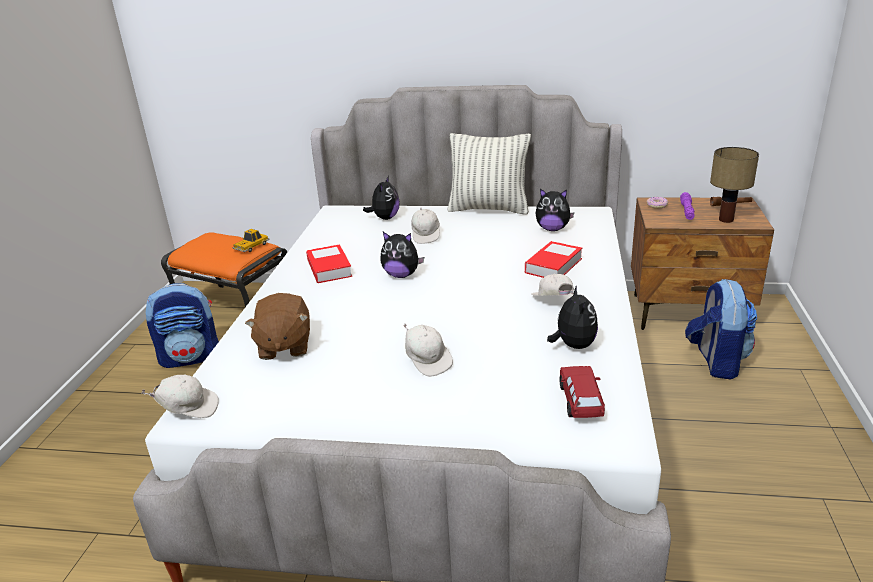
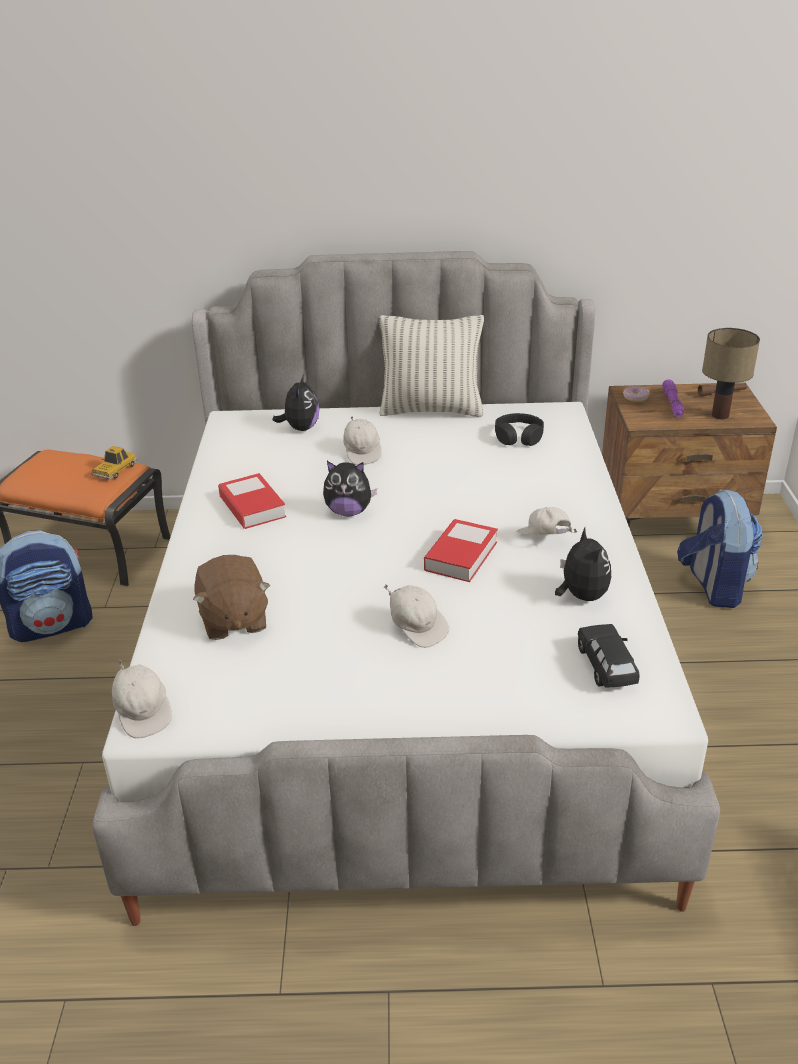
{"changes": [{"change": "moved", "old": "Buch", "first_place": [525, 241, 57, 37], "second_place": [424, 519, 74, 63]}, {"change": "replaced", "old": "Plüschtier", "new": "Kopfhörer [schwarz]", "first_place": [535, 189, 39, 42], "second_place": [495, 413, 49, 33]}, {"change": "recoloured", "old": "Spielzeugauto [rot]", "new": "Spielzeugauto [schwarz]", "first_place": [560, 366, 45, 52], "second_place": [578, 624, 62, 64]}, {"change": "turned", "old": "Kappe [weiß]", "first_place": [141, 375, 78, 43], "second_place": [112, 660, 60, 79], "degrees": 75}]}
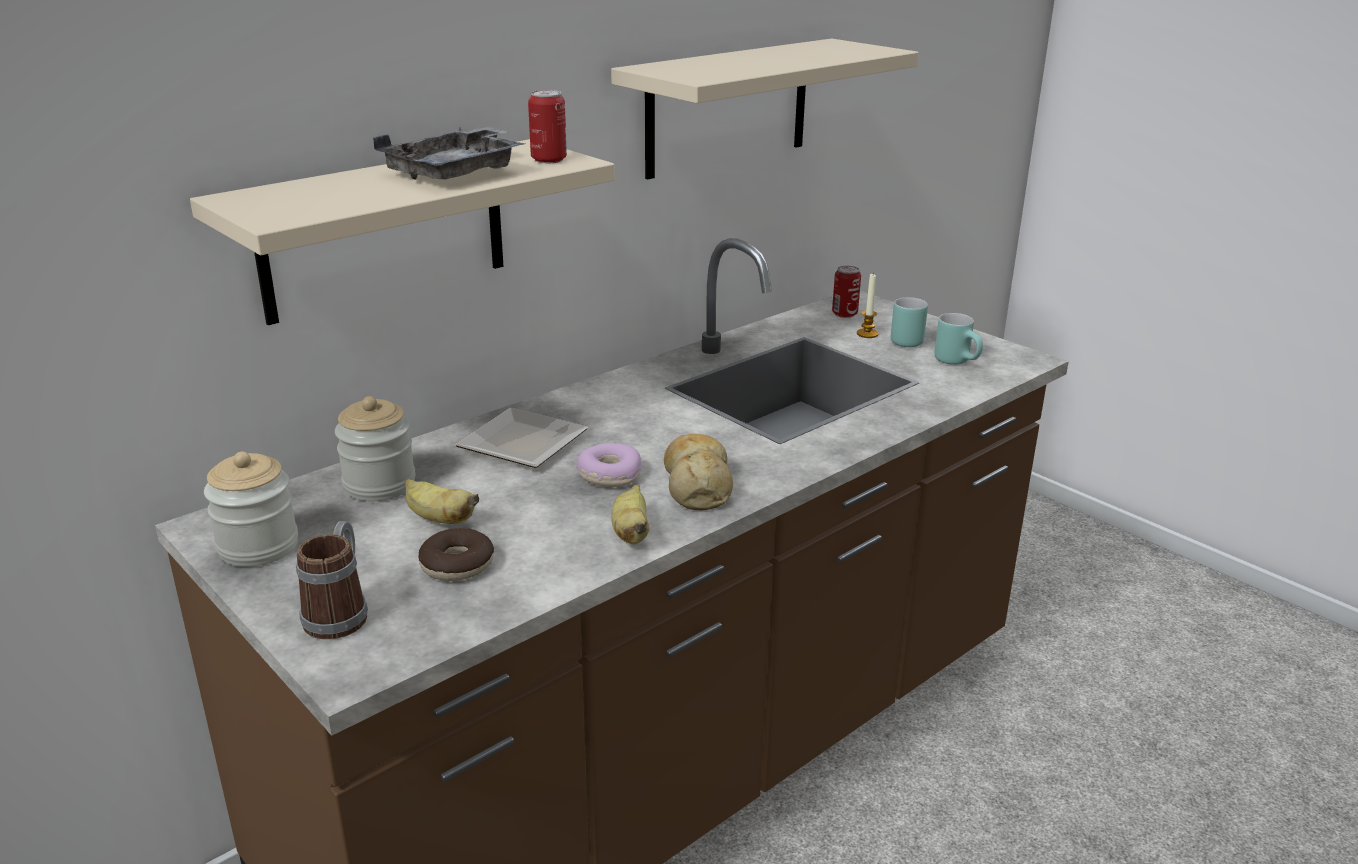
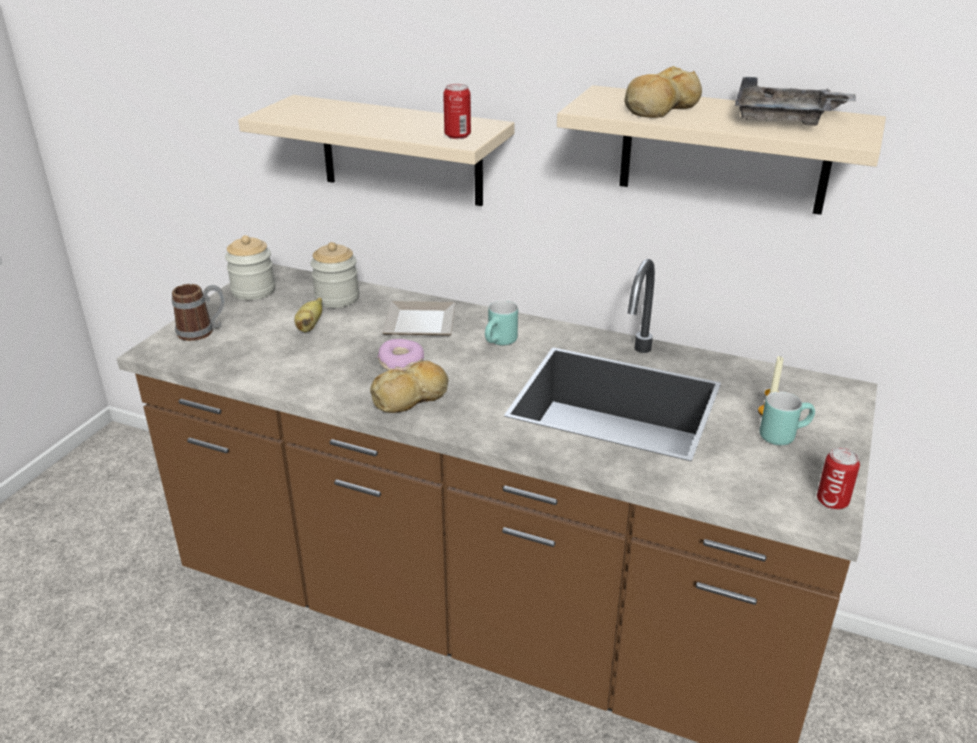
{"changes": [{"change": "removed", "old": "Donut", "first_place": [418, 528, 76, 53]}, {"change": "removed", "old": "Banane", "first_place": [612, 485, 38, 59]}, {"change": "added", "new": "Brot", "second_place": [625, 66, 77, 52]}, {"change": "moved", "old": "Tablett [grau]", "first_place": [373, 127, 152, 53], "second_place": [734, 77, 122, 49]}, {"change": "moved", "old": "Dose", "first_place": [832, 266, 29, 52], "second_place": [817, 448, 43, 62]}, {"change": "moved", "old": "Henkelbecher [türkis]", "first_place": [934, 313, 49, 52], "second_place": [485, 300, 33, 46]}]}
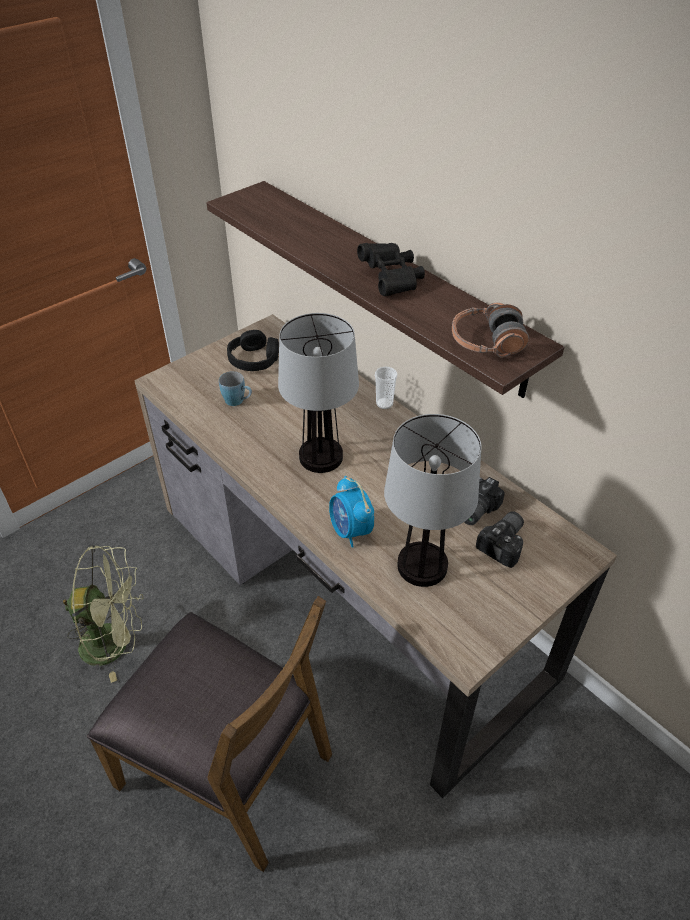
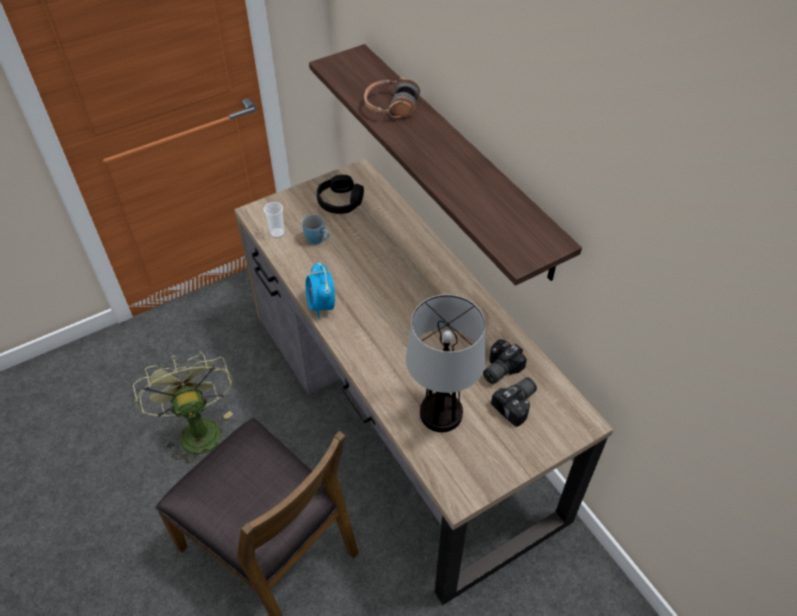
{"changes": [{"change": "removed", "old": "Tischlampe", "first_place": [278, 313, 81, 160]}, {"change": "removed", "old": "Fernglas [schwarz]", "first_place": [357, 243, 68, 53]}, {"change": "moved", "old": "Wecker", "first_place": [329, 476, 45, 72], "second_place": [306, 261, 29, 58]}, {"change": "moved", "old": "Tasse", "first_place": [375, 367, 23, 42], "second_place": [263, 202, 22, 36]}, {"change": "moved", "old": "Kopfhörer", "first_place": [452, 303, 77, 54], "second_place": [364, 78, 56, 40]}, {"change": "turned", "old": "Ventilator [grün]", "first_place": [63, 545, 81, 138], "second_place": [133, 351, 100, 116], "degrees": -120}]}
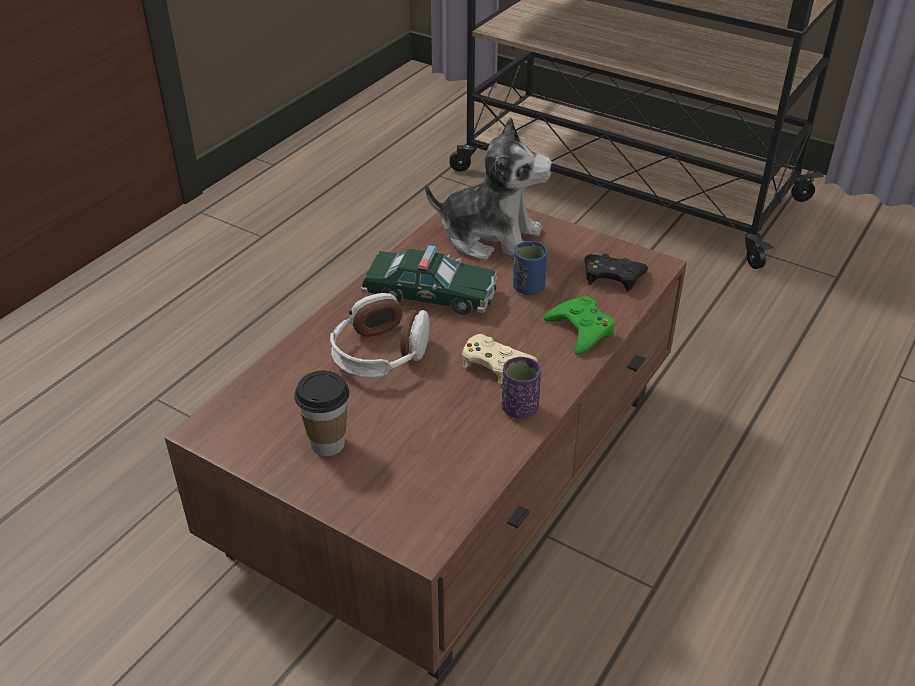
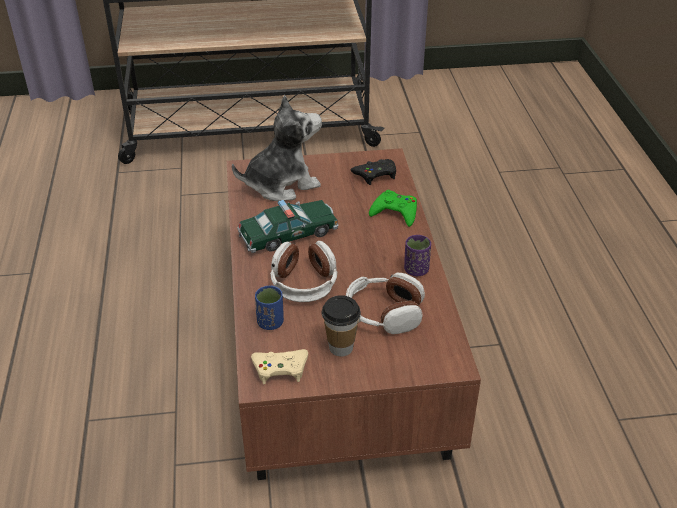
{"changes": [{"change": "added", "new": "Kopfhörer", "second_place": [346, 273, 79, 61]}, {"change": "moved", "old": "Gamepad [beige]", "first_place": [462, 334, 75, 50], "second_place": [251, 349, 57, 35]}, {"change": "moved", "old": "Tasse [blau]", "first_place": [513, 241, 34, 54], "second_place": [255, 286, 29, 44]}]}
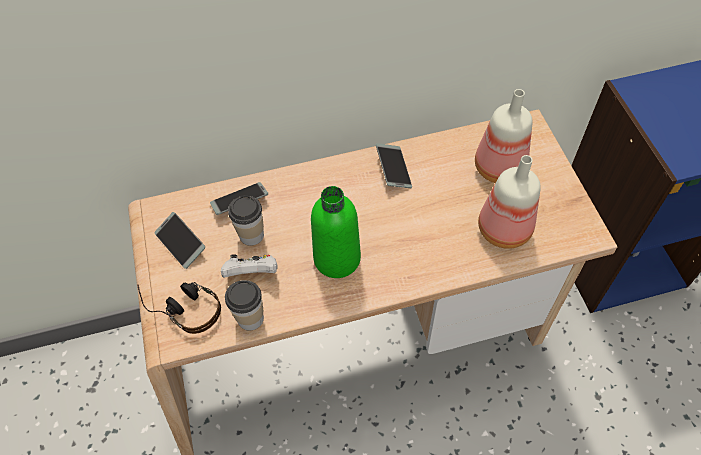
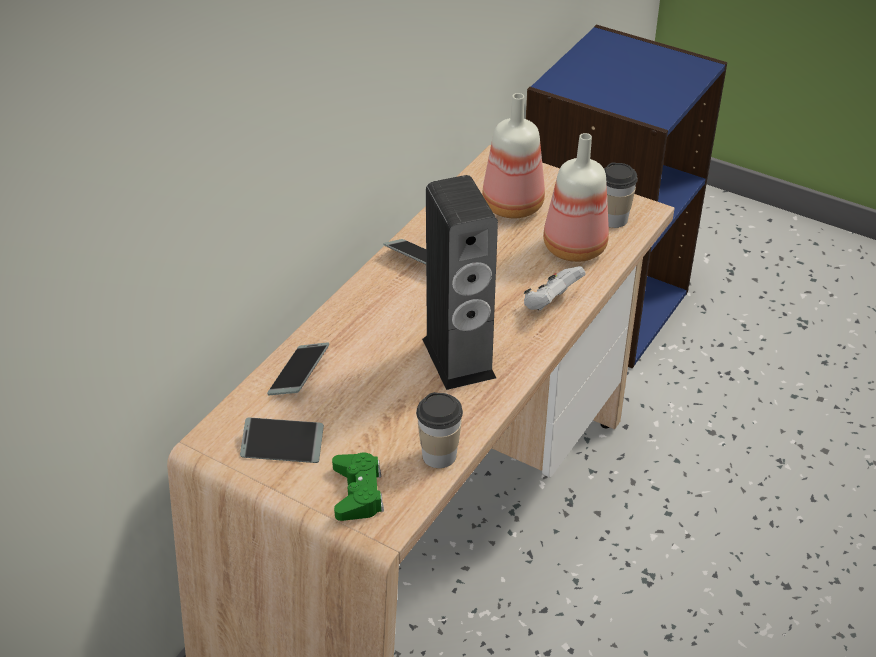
{"changes": [{"change": "moved", "old": "Gamepad [weiß]", "first_place": [221, 254, 57, 24], "second_place": [524, 266, 62, 45]}, {"change": "moved", "old": "Tasse", "first_place": [228, 195, 36, 51], "second_place": [604, 162, 34, 66]}, {"change": "replaced", "old": "Kopfhörer", "new": "Gamepad [grün]", "first_place": [137, 282, 84, 52], "second_place": [332, 453, 52, 68]}, {"change": "replaced", "old": "Flasche [grün]", "new": "Lautsprecher", "first_place": [311, 186, 50, 92], "second_place": [422, 175, 76, 215]}]}
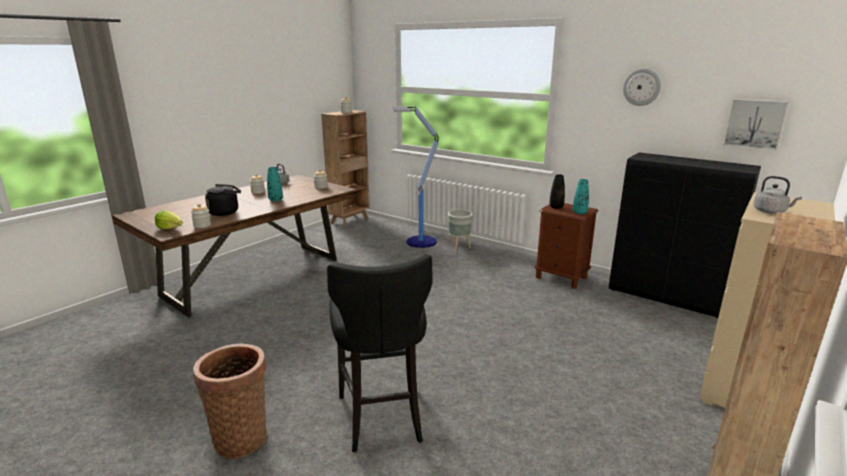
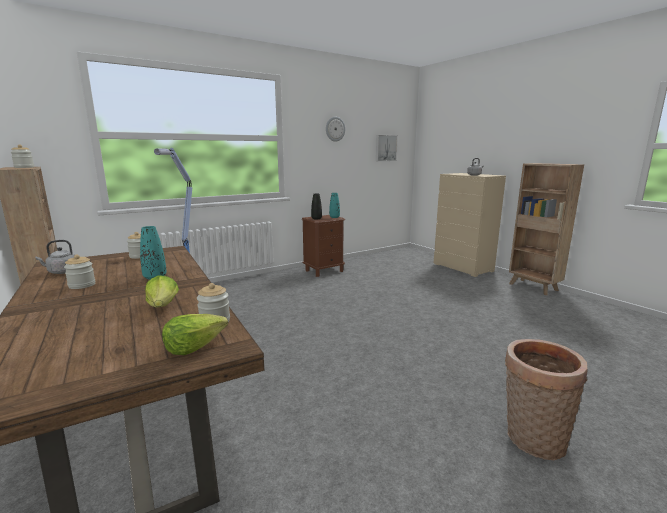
{"changes": [{"change": "removed", "old": "Hocker [schwarz]", "first_place": [327, 254, 106, 198]}, {"change": "removed", "old": "Pflanzkübel [grau]", "first_place": [448, 210, 25, 42]}, {"change": "removed", "old": "Schrank [schwarz]", "first_place": [609, 153, 152, 165]}, {"change": "replaced", "old": "Wasserkessel [schwarz]", "new": "Salatkopf", "first_place": [205, 184, 36, 32], "second_place": [145, 275, 34, 33]}]}
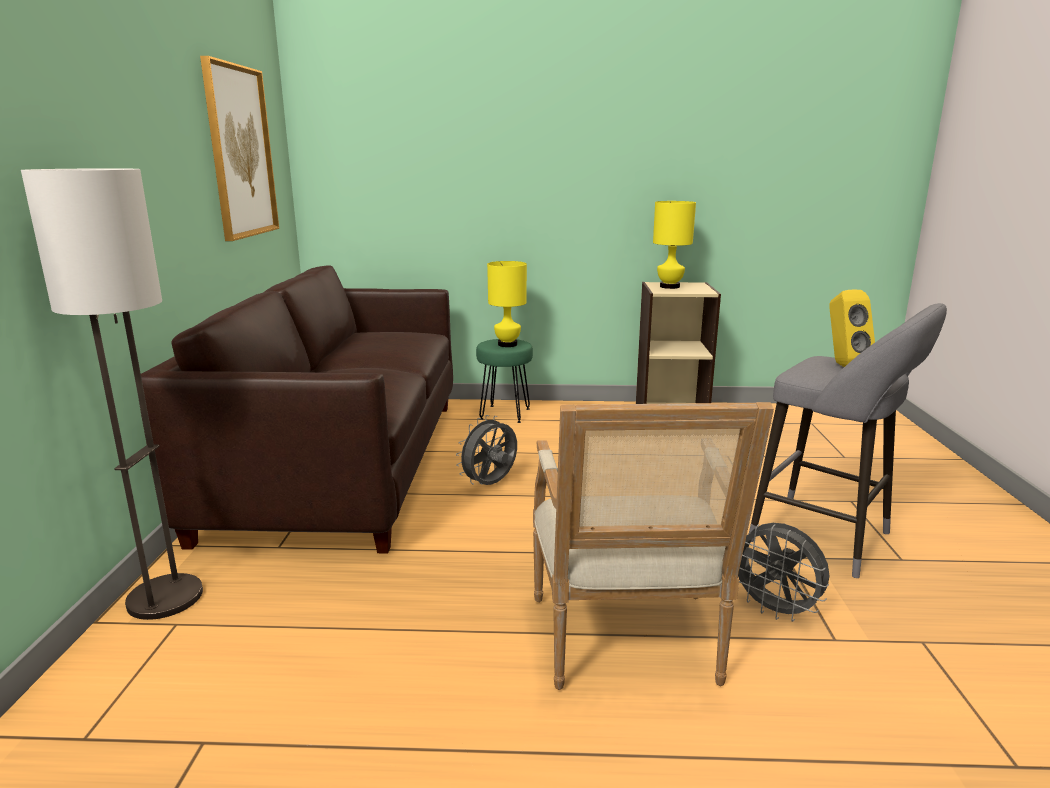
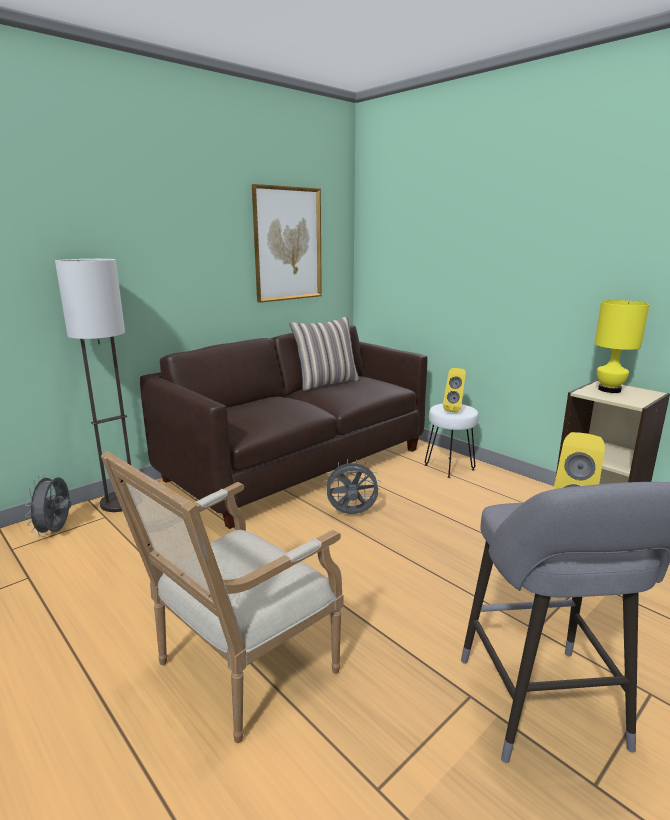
{"changes": [{"change": "added", "new": "Kissen", "second_place": [289, 316, 71, 75]}, {"change": "moved", "old": "Ventilator [grau]", "first_place": [738, 523, 91, 99], "second_place": [25, 474, 46, 63]}, {"change": "replaced", "old": "Tischlampe [gelb]", "new": "Lautsprecher [gelb]", "first_place": [487, 261, 40, 86], "second_place": [443, 368, 23, 45]}, {"change": "recoloured", "old": "Hocker [grün]", "new": "Hocker [weiß]", "first_place": [476, 339, 57, 84], "second_place": [425, 404, 54, 74]}]}
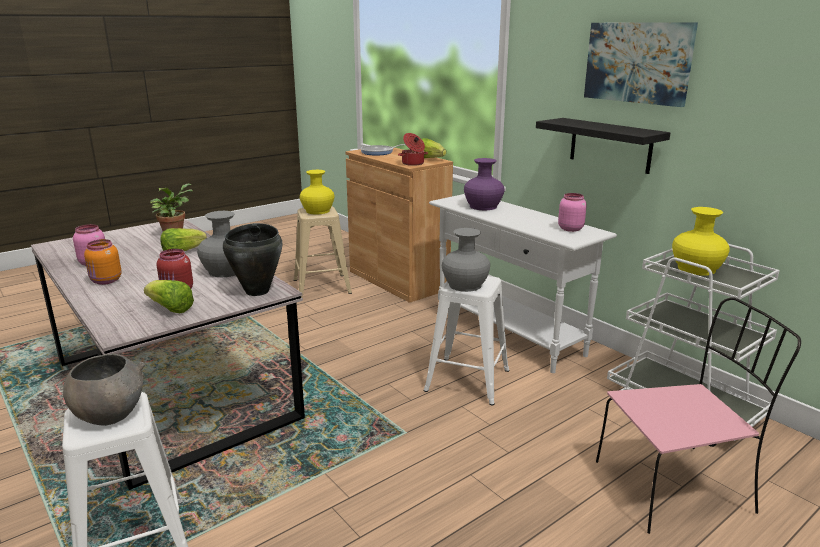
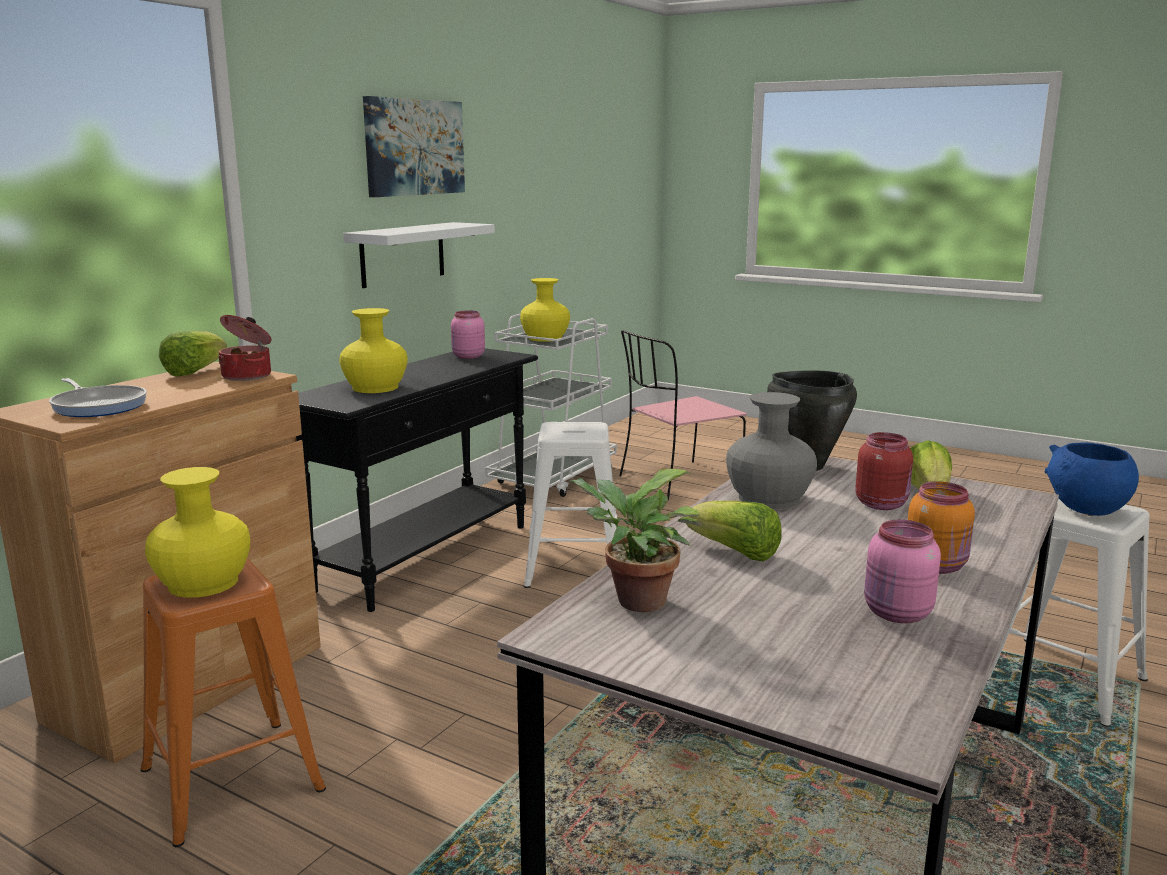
{"changes": [{"change": "removed", "old": "Vase [grau]", "first_place": [442, 228, 48, 64]}, {"change": "recoloured", "old": "Schüssel [grau]", "new": "Schüssel [blau]", "first_place": [63, 353, 82, 73], "second_place": [1045, 442, 94, 74]}, {"change": "recoloured", "old": "Hocker [beige]", "new": "Hocker [orange]", "first_place": [294, 206, 58, 92], "second_place": [141, 558, 185, 289]}, {"change": "recoloured", "old": "Konsolentisch [weiß]", "new": "Konsolentisch [schwarz]", "first_place": [429, 194, 188, 179], "second_place": [296, 348, 242, 264]}, {"change": "recoloured", "old": "Vase [lila]", "new": "Vase [gelb]", "first_place": [464, 158, 40, 52], "second_place": [339, 308, 69, 85]}, {"change": "recoloured", "old": "Wandregal [schwarz]", "new": "Wandregal [weiß]", "first_place": [536, 118, 134, 56], "second_place": [343, 222, 152, 66]}, {"change": "turned", "old": "Stuhl [rosa]", "first_place": [596, 297, 205, 237], "second_place": [619, 330, 128, 170], "degrees": -90}]}
